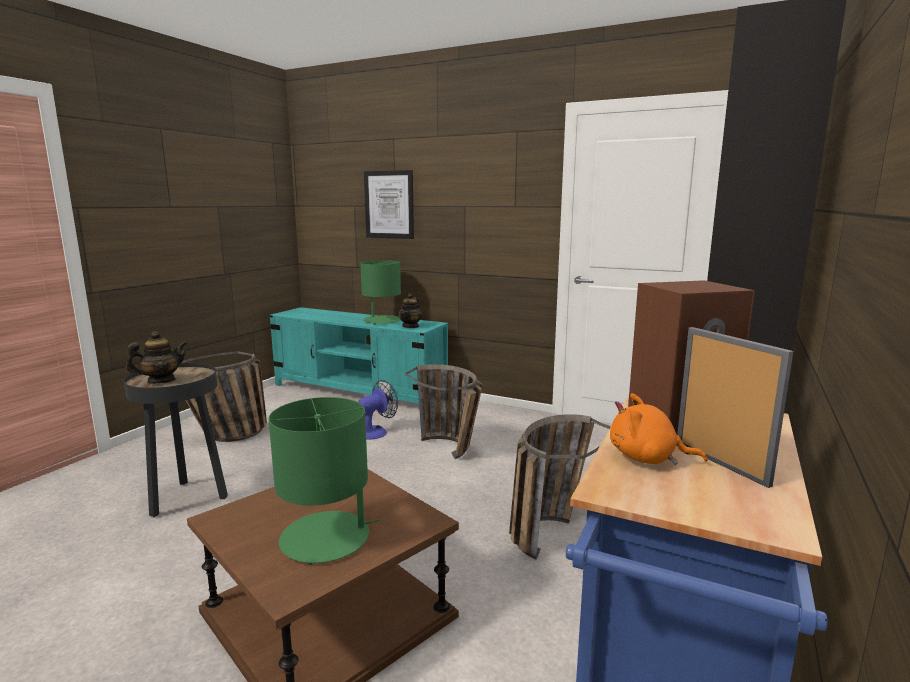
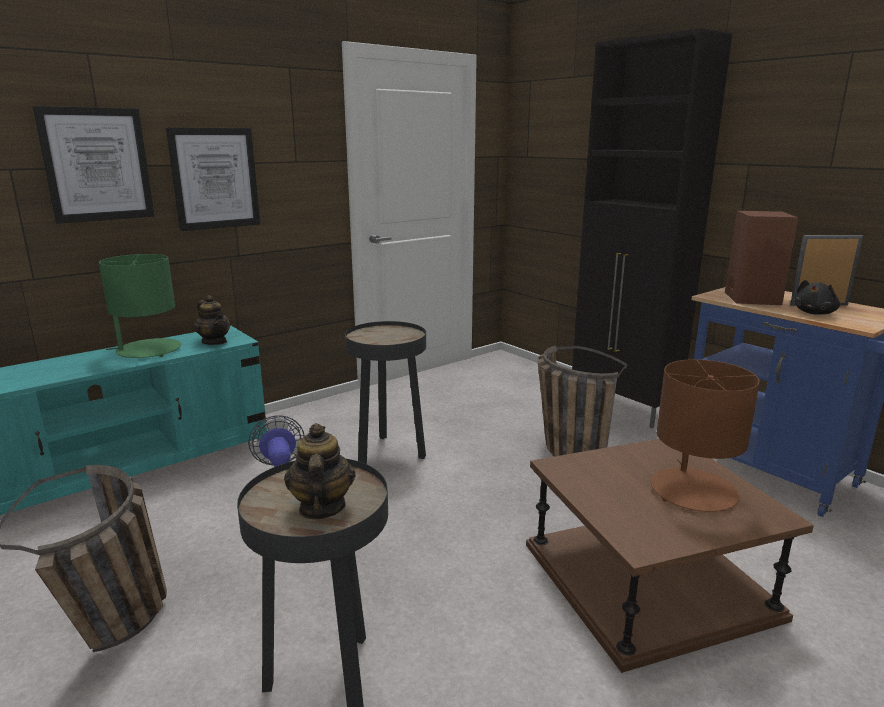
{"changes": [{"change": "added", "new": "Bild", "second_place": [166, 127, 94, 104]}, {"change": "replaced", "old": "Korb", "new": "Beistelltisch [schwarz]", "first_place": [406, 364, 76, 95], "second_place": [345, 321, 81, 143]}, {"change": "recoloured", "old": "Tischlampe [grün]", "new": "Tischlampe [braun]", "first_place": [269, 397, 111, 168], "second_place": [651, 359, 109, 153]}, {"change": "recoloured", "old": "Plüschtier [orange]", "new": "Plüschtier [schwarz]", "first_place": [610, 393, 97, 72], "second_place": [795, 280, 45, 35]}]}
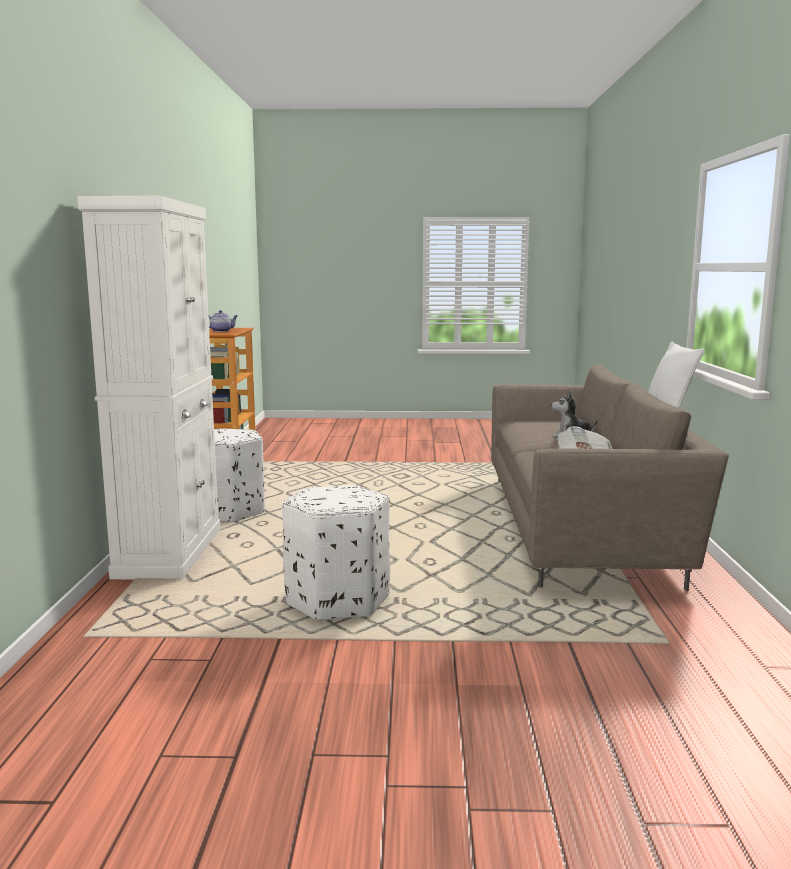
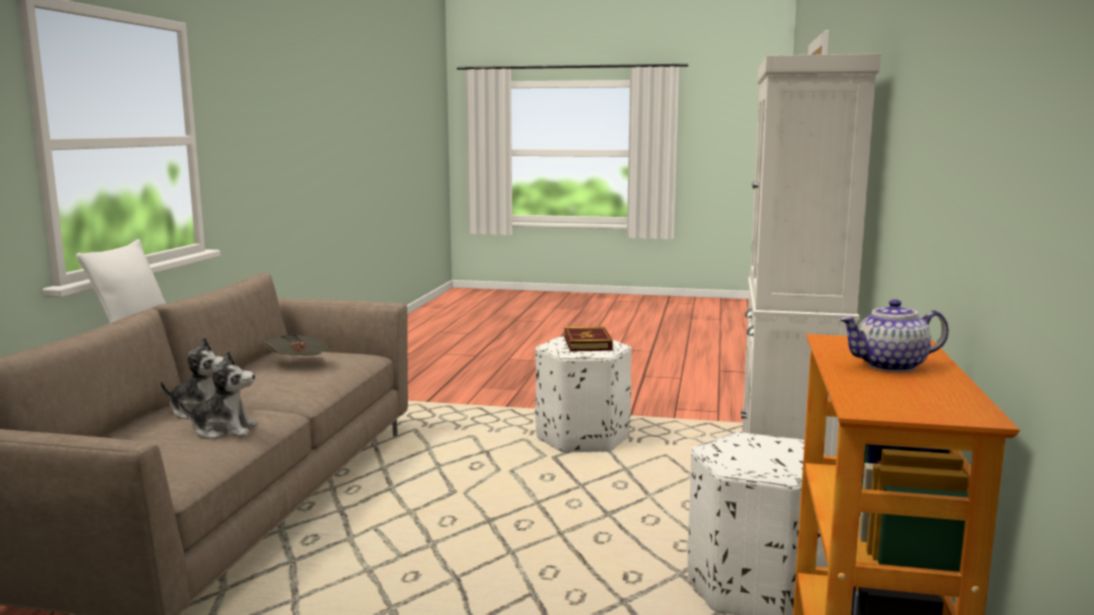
{"changes": [{"change": "added", "new": "Plüschtier", "second_place": [179, 351, 79, 88]}, {"change": "added", "new": "Buch", "second_place": [564, 327, 49, 25]}]}
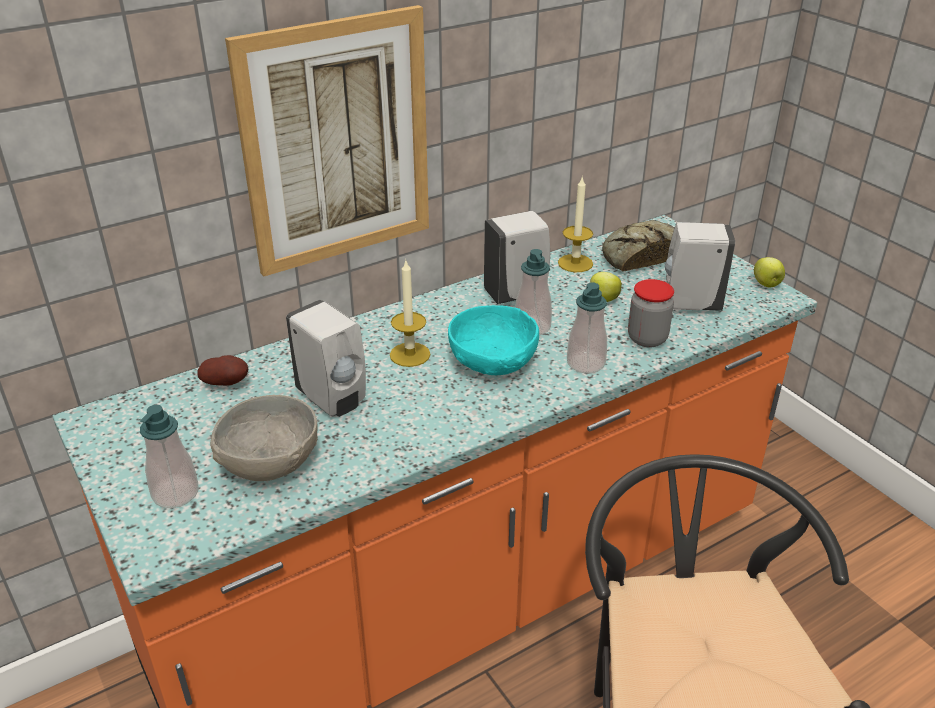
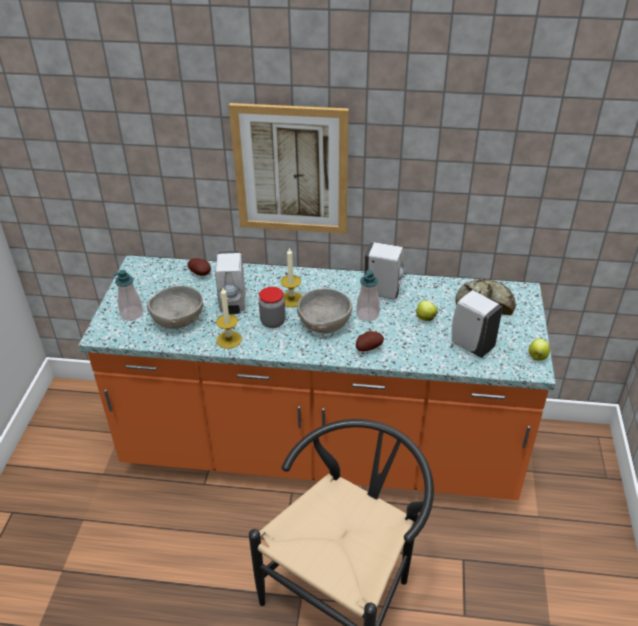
{"changes": [{"change": "moved", "old": "Kerze", "first_place": [558, 176, 35, 96], "second_place": [216, 288, 26, 61]}, {"change": "moved", "old": "Vorratsglas", "first_place": [628, 279, 46, 68], "second_place": [259, 287, 26, 41]}, {"change": "replaced", "old": "Seifenspender", "new": "Kartoffel", "first_place": [567, 283, 40, 90], "second_place": [356, 331, 28, 20]}, {"change": "recoloured", "old": "Schüssel [türkis]", "new": "Schüssel [grau]", "first_place": [448, 305, 91, 70], "second_place": [297, 288, 56, 45]}]}
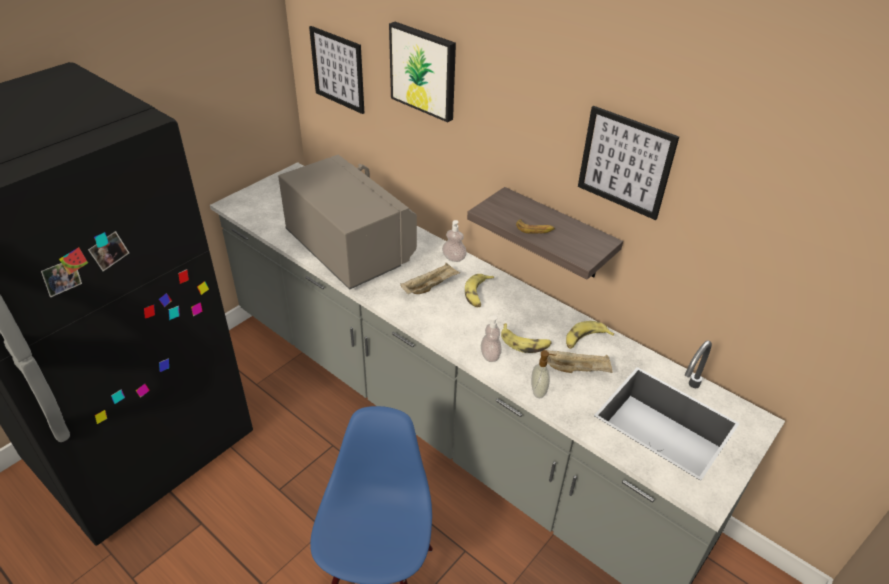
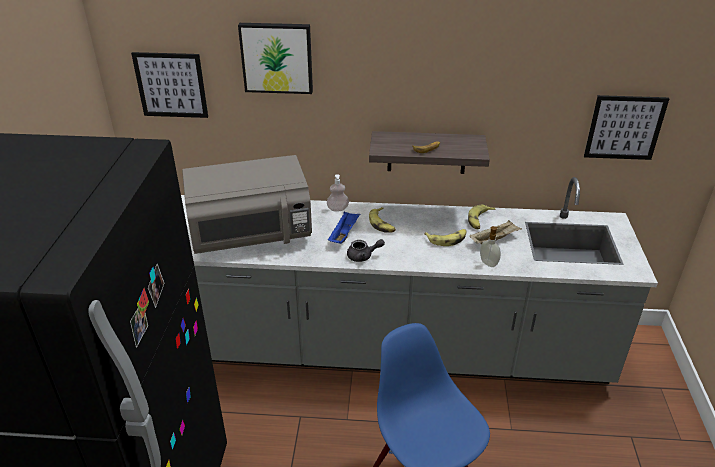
{"changes": [{"change": "removed", "old": "Seifenspender", "first_place": [481, 315, 21, 47]}, {"change": "added", "new": "Teekanne [grau]", "second_place": [347, 239, 38, 23]}, {"change": "moved", "old": "Bild", "first_place": [578, 106, 101, 114], "second_place": [584, 95, 86, 65]}, {"change": "recoloured", "old": "Tablett [beige]", "new": "Tablett [blau]", "first_place": [400, 263, 60, 31], "second_place": [328, 212, 32, 32]}, {"change": "turned", "old": "Mikrowelle [grau]", "first_place": [278, 155, 139, 135], "second_place": [182, 155, 130, 99], "degrees": 150}]}
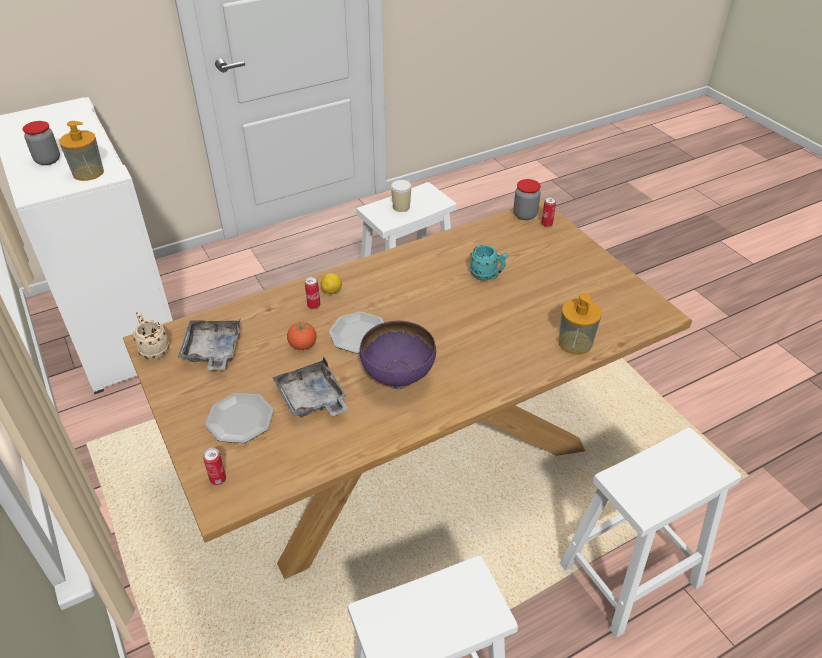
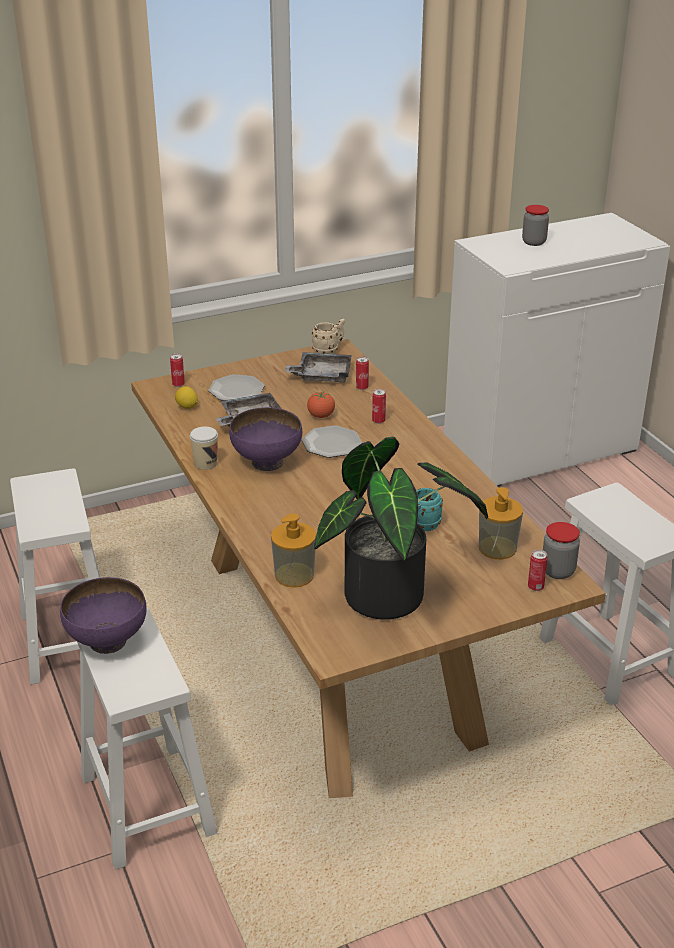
{"changes": [{"change": "added", "new": "Schüssel [lila]", "second_place": [60, 577, 87, 77]}, {"change": "added", "new": "Topfpflanze", "second_place": [314, 437, 174, 183]}, {"change": "added", "new": "Dose", "second_place": [356, 357, 13, 33]}, {"change": "moved", "old": "Seifenspender", "first_place": [59, 121, 45, 60], "second_place": [479, 487, 44, 72]}, {"change": "moved", "old": "Zitrone", "first_place": [321, 273, 21, 21], "second_place": [175, 386, 23, 23]}, {"change": "moved", "old": "Tasse", "first_place": [391, 180, 21, 32], "second_place": [190, 427, 28, 43]}]}
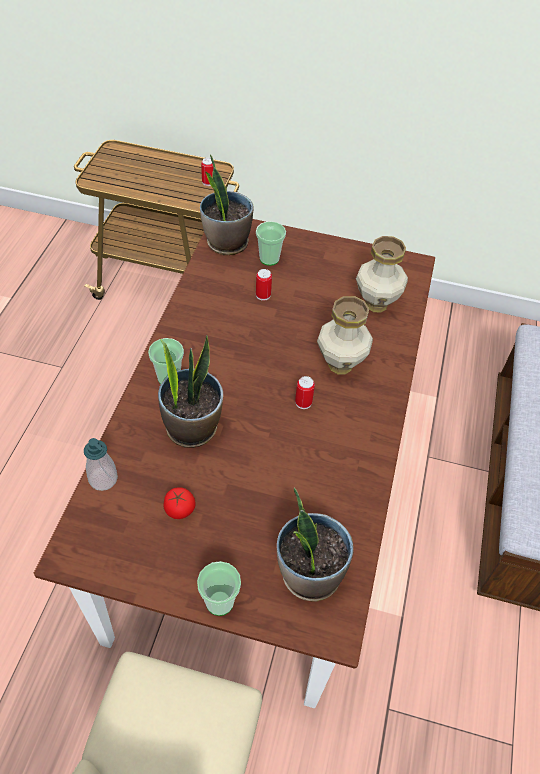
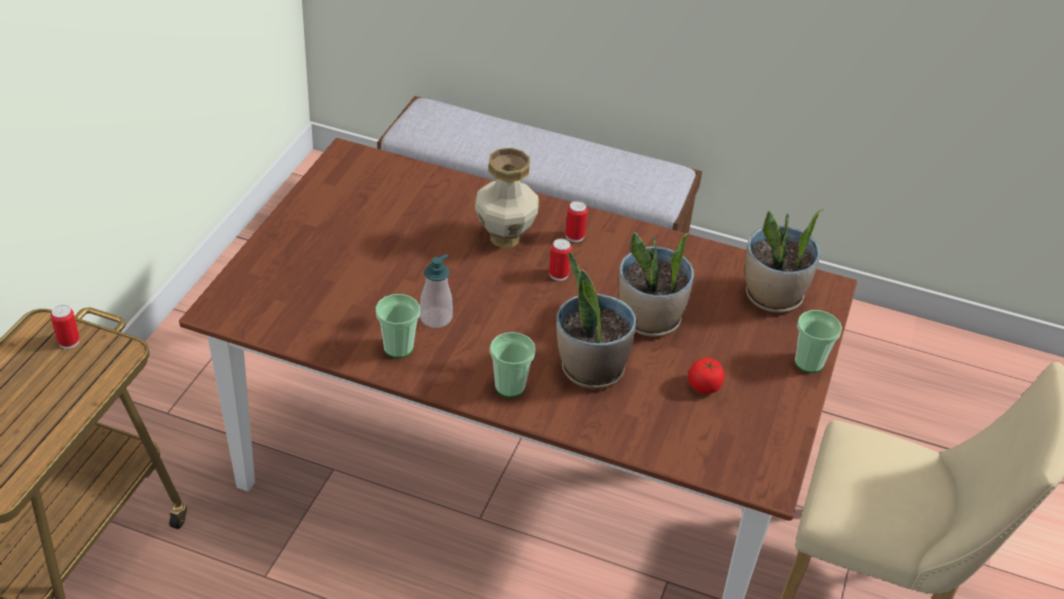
{"changes": [{"change": "removed", "old": "Vase", "first_place": [356, 236, 52, 77]}, {"change": "moved", "old": "Seifenspender", "first_place": [84, 438, 34, 53], "second_place": [420, 254, 33, 74]}, {"change": "moved", "old": "Topfpflanze", "first_place": [200, 154, 53, 101], "second_place": [619, 232, 75, 105]}, {"change": "moved", "old": "Tasse", "first_place": [256, 221, 30, 45], "second_place": [376, 294, 44, 64]}, {"change": "moved", "old": "Dose", "first_place": [256, 269, 16, 32], "second_place": [565, 201, 23, 41]}]}
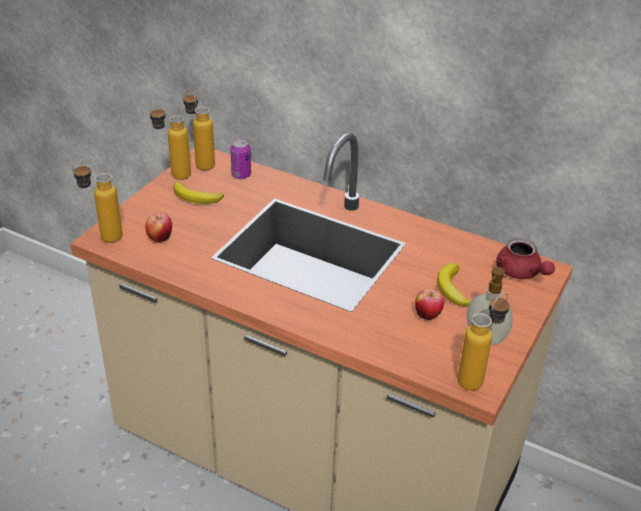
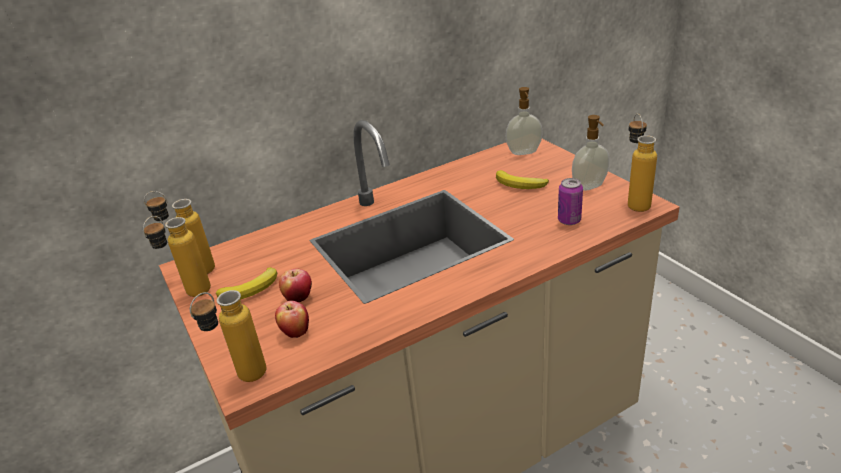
{"changes": [{"change": "moved", "old": "Dose", "first_place": [230, 139, 21, 40], "second_place": [558, 178, 25, 47]}, {"change": "moved", "old": "Apfel", "first_place": [415, 288, 29, 32], "second_place": [279, 268, 33, 34]}, {"change": "replaced", "old": "Teekanne [rot]", "new": "Seifenspender", "first_place": [496, 238, 59, 41], "second_place": [506, 87, 37, 68]}]}
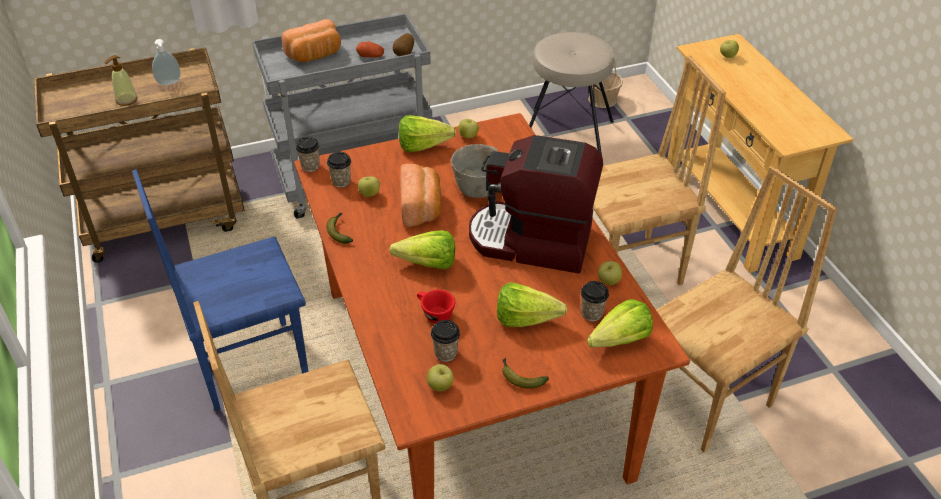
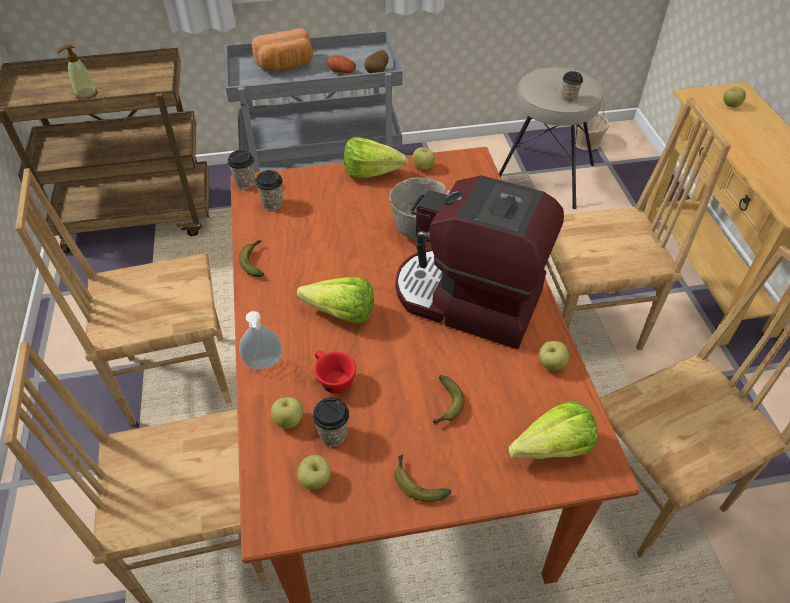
{"changes": [{"change": "removed", "old": "Brot", "first_place": [400, 164, 42, 63]}, {"change": "moved", "old": "Seifenspender", "first_place": [152, 39, 28, 47], "second_place": [239, 311, 44, 58]}, {"change": "moved", "old": "Apfel", "first_place": [358, 176, 22, 21], "second_place": [271, 397, 32, 32]}, {"change": "moved", "old": "Tasse", "first_place": [581, 281, 28, 40], "second_place": [561, 71, 22, 31]}, {"change": "replaced", "old": "Salatkopf", "new": "Banane", "first_place": [497, 282, 70, 45], "second_place": [433, 375, 31, 50]}, {"change": "recoloured", "old": "Stuhl [blau]", "new": "Stuhl [braun]", "first_place": [132, 169, 177, 242], "second_place": [15, 168, 217, 258]}]}
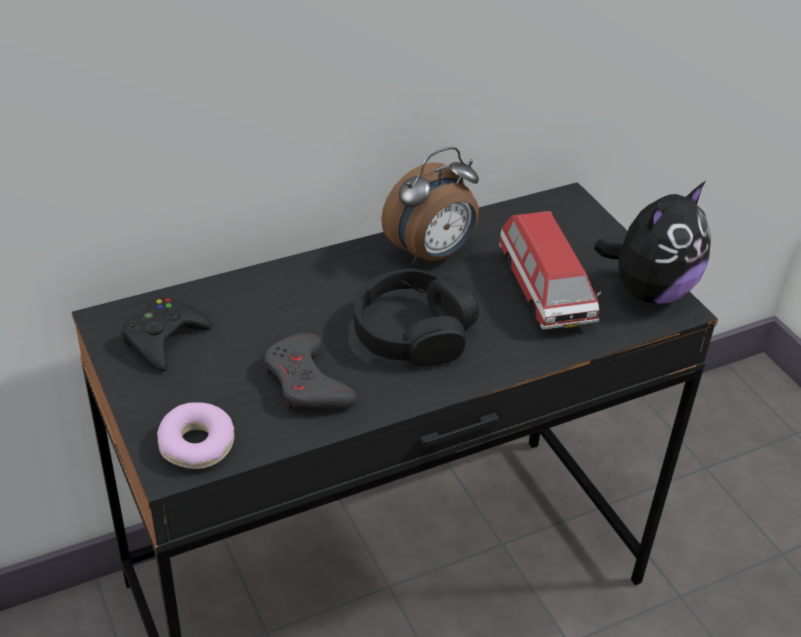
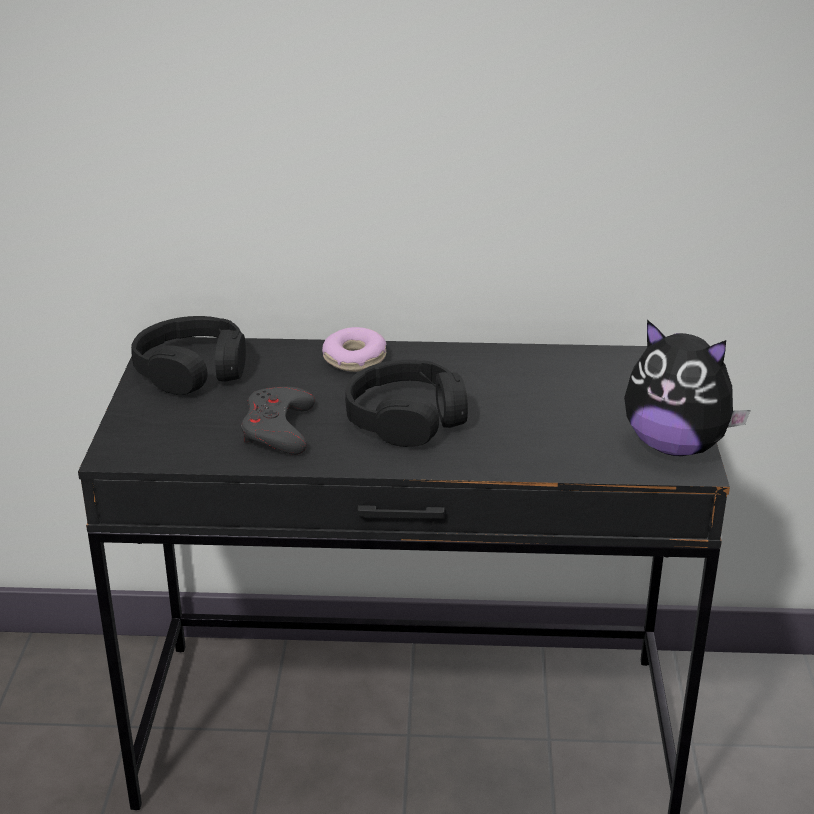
{"changes": [{"change": "removed", "old": "Wecker", "first_place": [381, 147, 98, 118]}, {"change": "removed", "old": "Spielzeugauto", "first_place": [499, 211, 102, 119]}, {"change": "moved", "old": "Donut", "first_place": [157, 402, 77, 67], "second_place": [322, 327, 65, 45]}, {"change": "replaced", "old": "Gamepad [schwarz]", "new": "Kopfhörer [schwarz]", "first_place": [121, 297, 91, 75], "second_place": [131, 316, 115, 79]}, {"change": "turned", "old": "Plüschtier", "first_place": [594, 181, 117, 123], "second_place": [624, 320, 127, 136], "degrees": 45}]}
